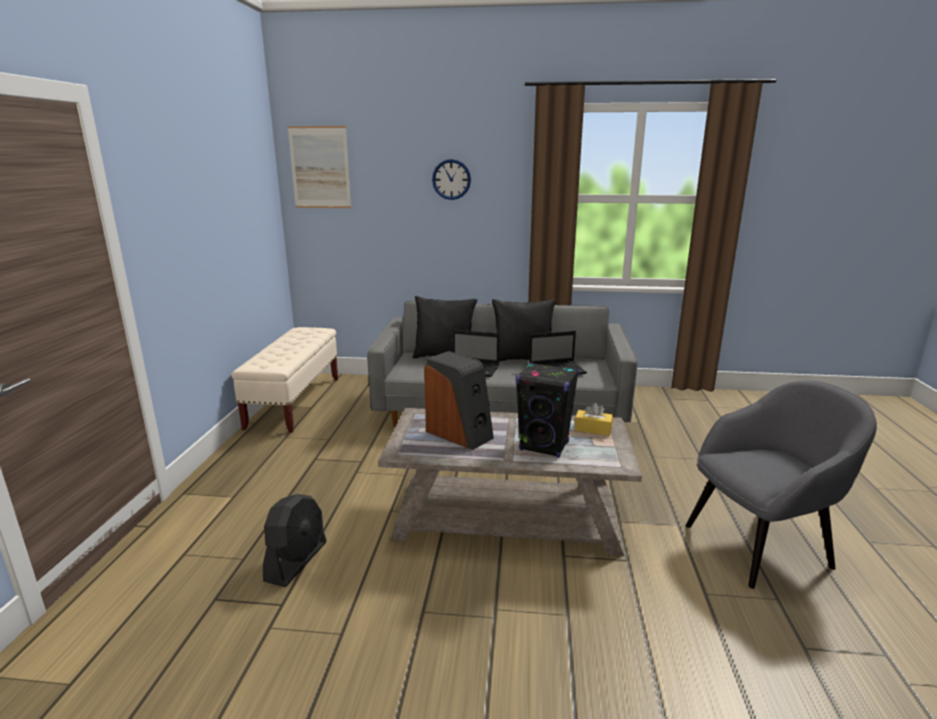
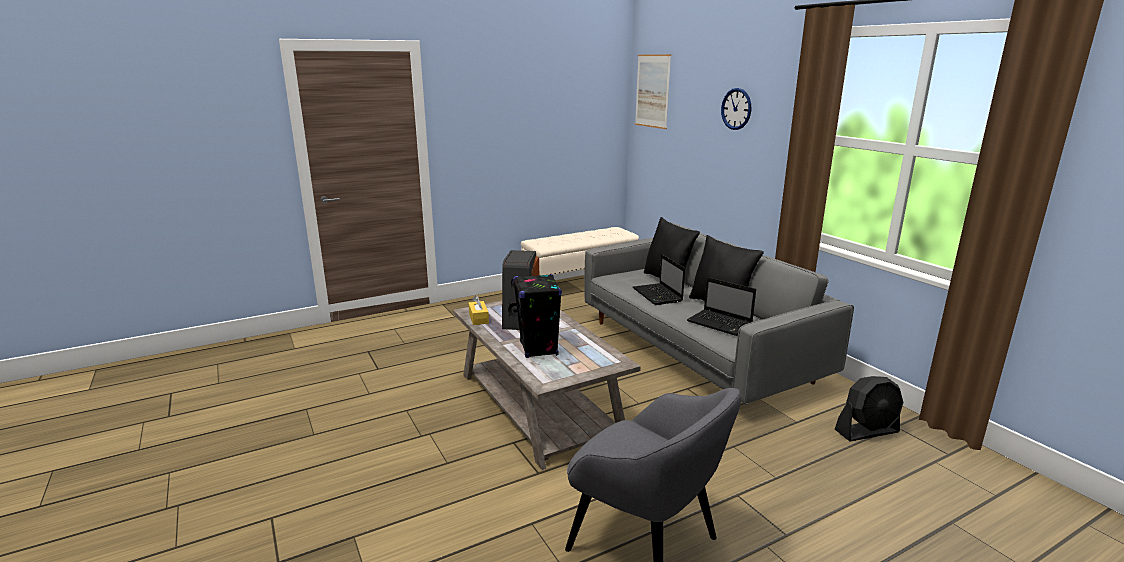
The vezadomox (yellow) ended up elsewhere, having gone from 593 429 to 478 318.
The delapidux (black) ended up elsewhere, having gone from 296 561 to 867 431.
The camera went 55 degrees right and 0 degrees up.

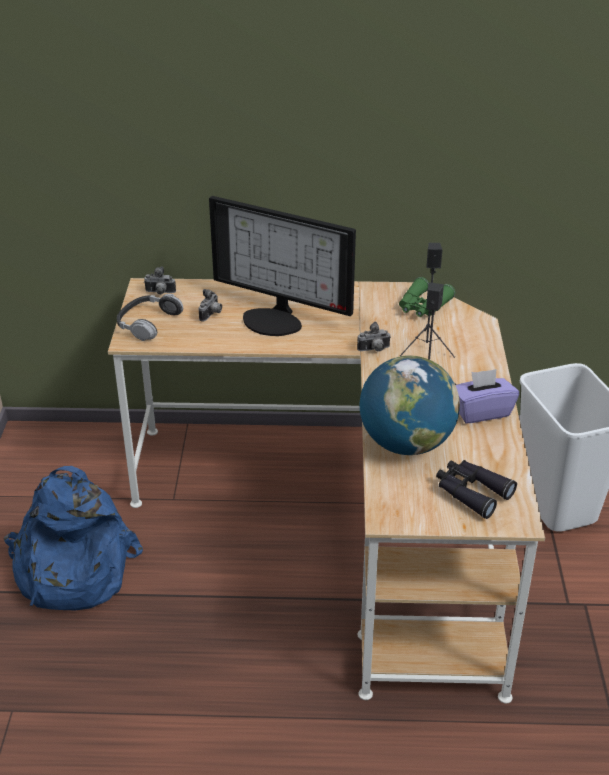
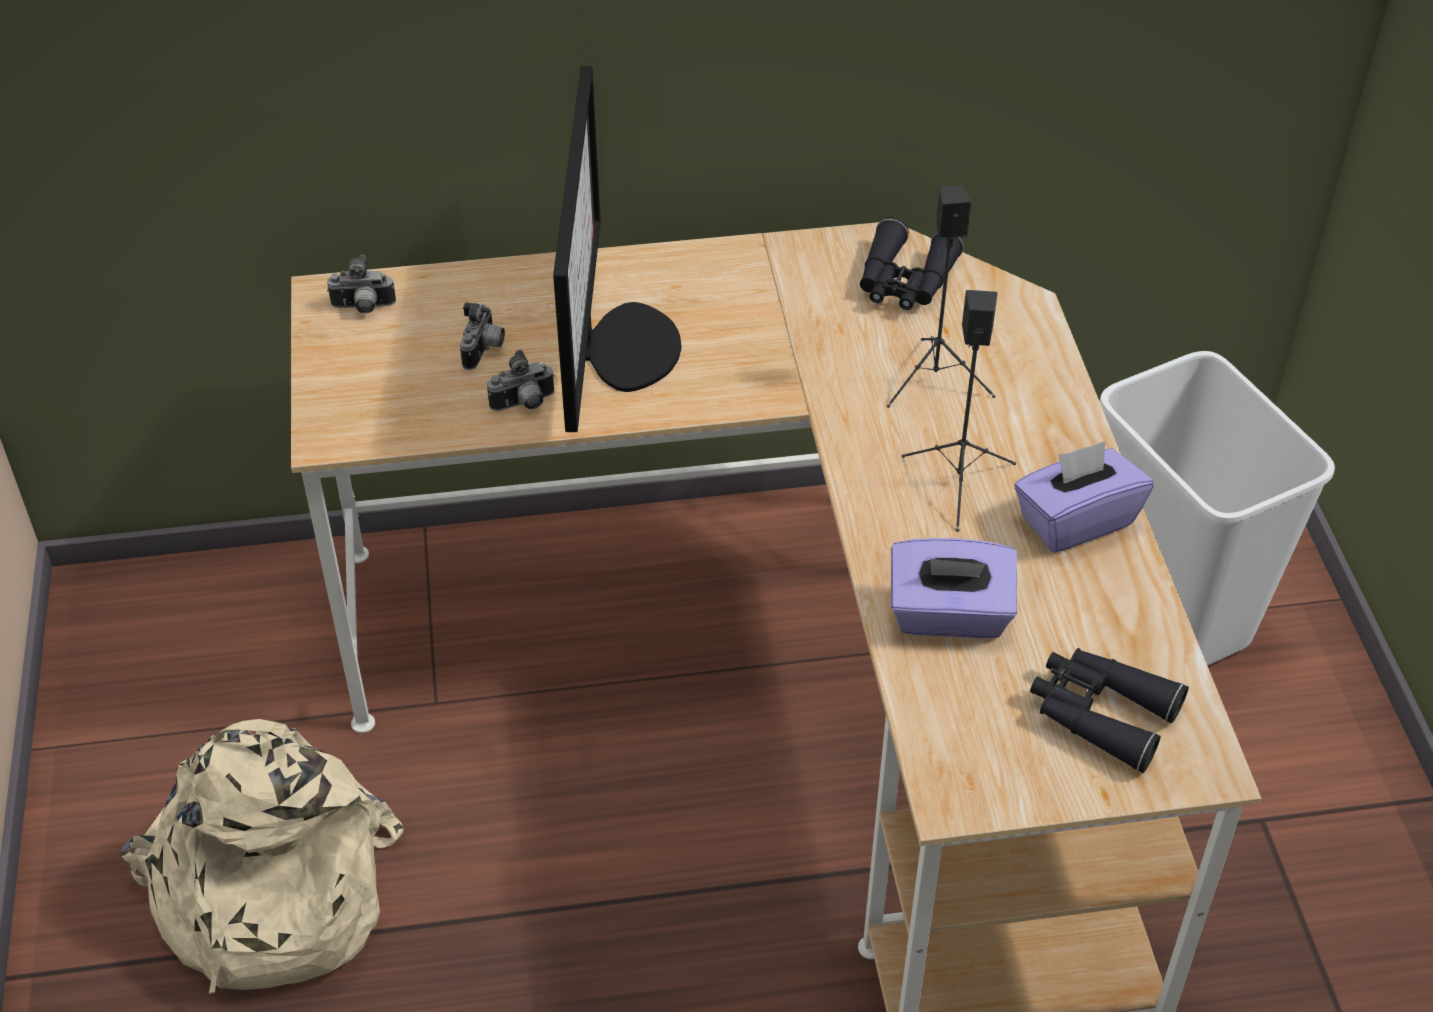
What was the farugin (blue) at 71 570 turned into the farugin (beige) at 268 893.
The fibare ended up elsewhere, having gone from 374 350 to 524 404.
The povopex at 275 319 ended up facing another way, 105 degrees counterclockwise from before.
What was the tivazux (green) at 423 307 turned into the tivazux (black) at 905 281.
Where the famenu stood at 406 444, the vezadomox (purple) came to stand at 949 616.
The second view lost the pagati at 148 323.
The camera went 10 degrees left and 10 degrees up.

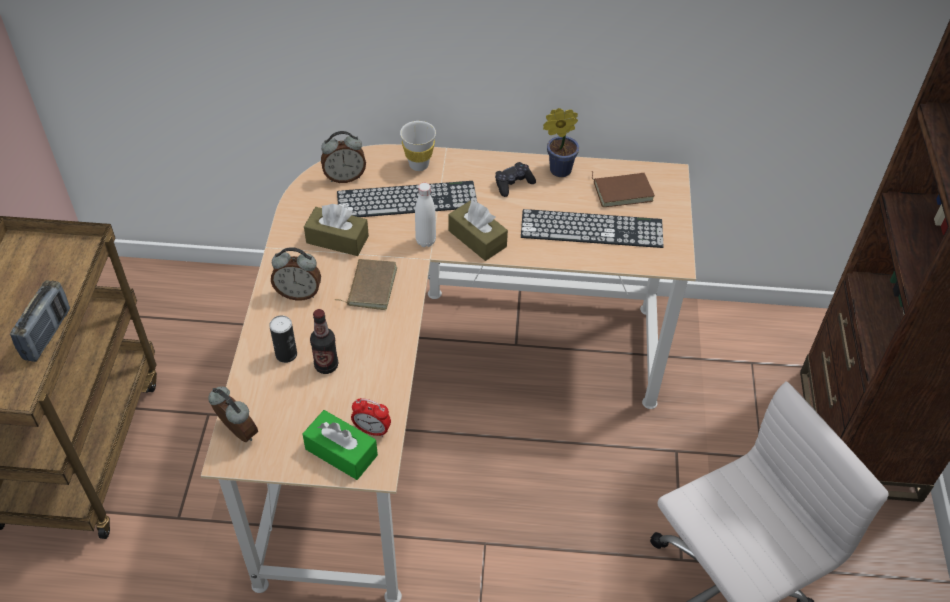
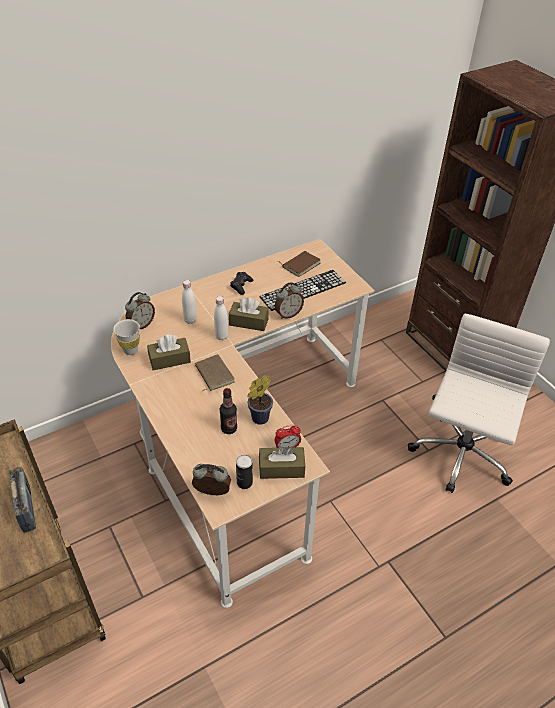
The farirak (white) ended up elsewhere, having gone from 419 165 to 130 350.
Where the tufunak stood at 407 200, the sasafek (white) came to stand at 190 320.
The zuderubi ended up elsewhere, having gone from 286 354 to 244 482.
The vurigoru ended up elsewhere, having gone from 557 170 to 258 419.
What was the vezadomox (green) at 341 452 turned into the vezadomox (brown) at 281 468.
The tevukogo ended up elsewhere, having gone from 299 293 to 288 314.
The camera went 35 degrees left and 5 degrees down.

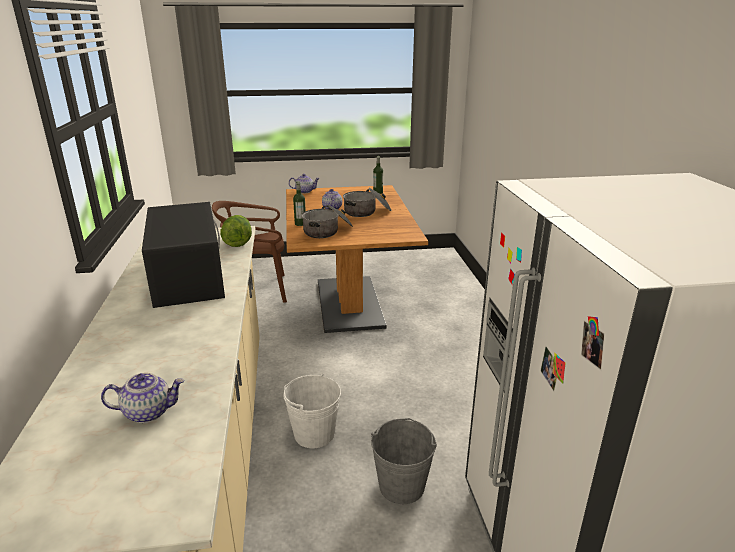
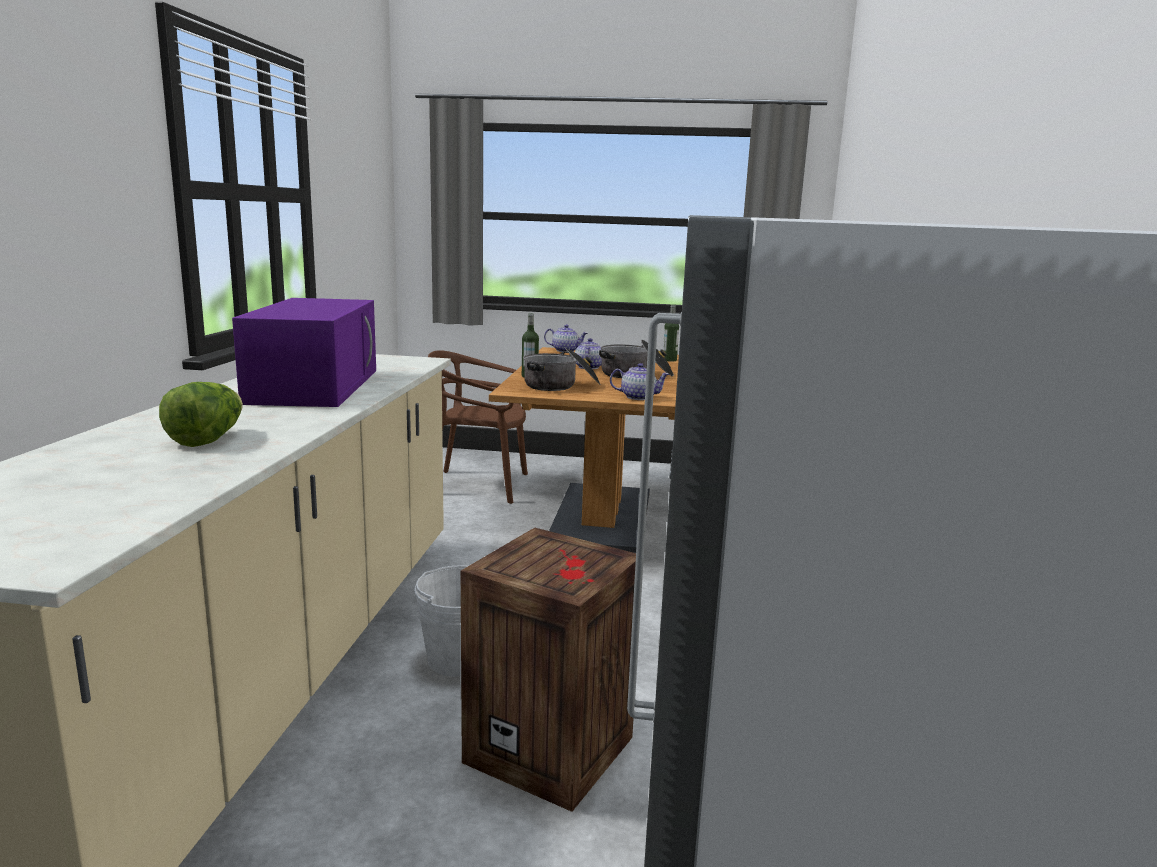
The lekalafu ended up elsewhere, having gone from 238 242 to 207 440.
What was the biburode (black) at 187 274 turned into the biburode (purple) at 314 385.
Where the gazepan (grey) stood at 401 485, the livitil came to stand at 553 749.
The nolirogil ended up elsewhere, having gone from 148 412 to 638 397.
The camera went 15 degrees right and 10 degrees down.

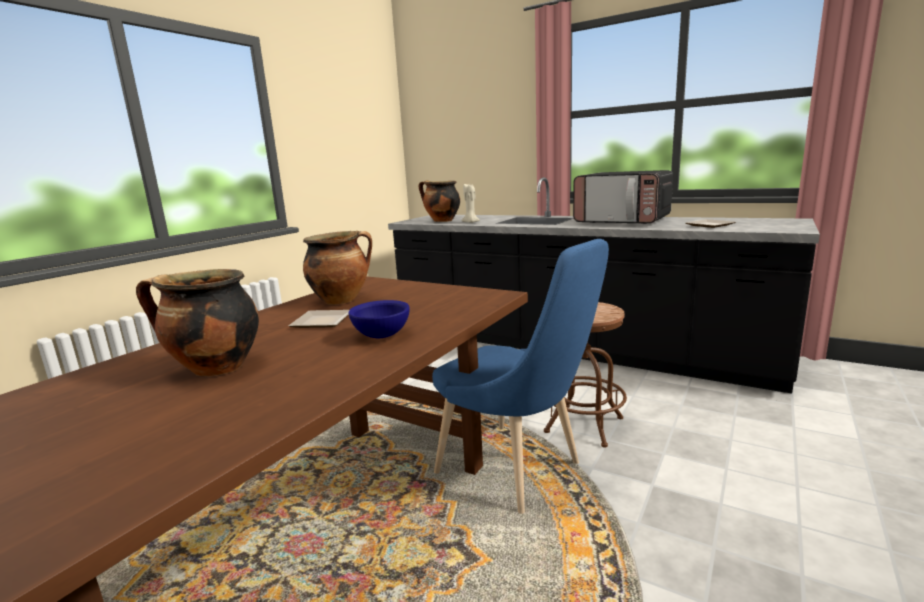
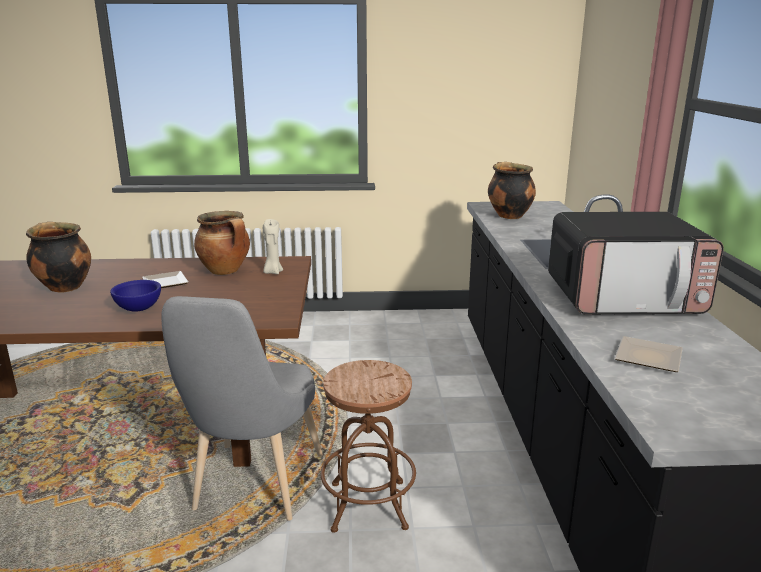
What was the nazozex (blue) at 516 471 turned into the nazozex (grey) at 254 487.
The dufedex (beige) ended up elsewhere, having gone from 470 222 to 273 272.
The biburode at 623 221 ended up facing another way, 90 degrees counterclockwise from before.
The camera went 55 degrees right and 5 degrees up.

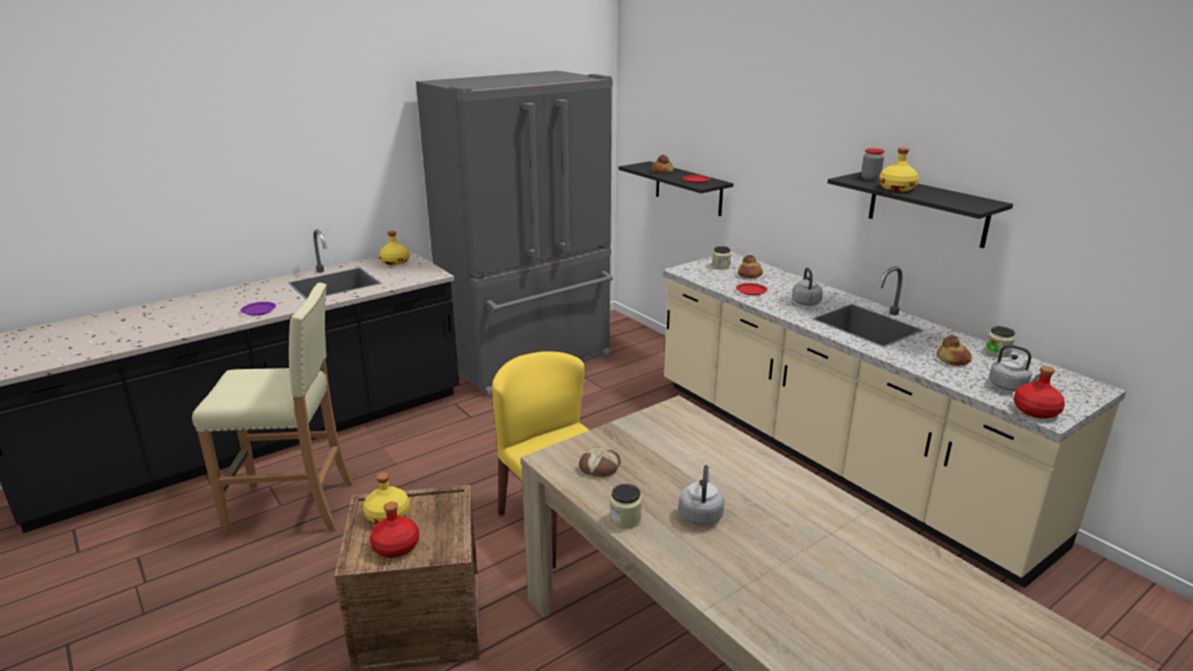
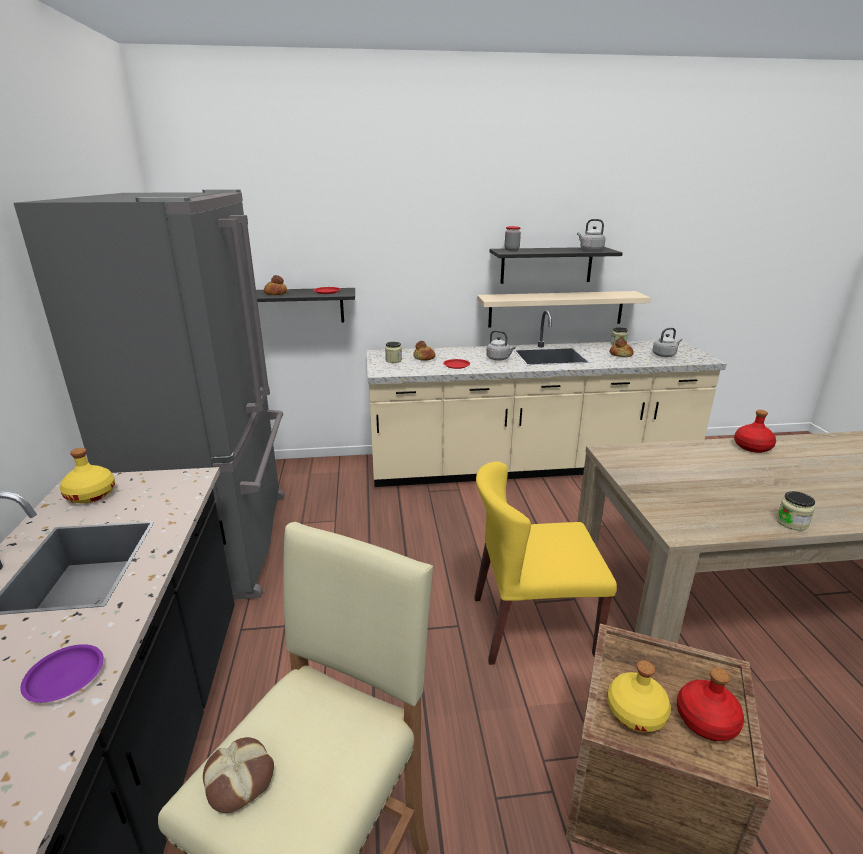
The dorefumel ended up elsewhere, having gone from 600 467 to 240 778.
The second view gained the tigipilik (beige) at 556 309.
The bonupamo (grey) ended up elsewhere, having gone from 700 514 to 590 250.
The sasafek (red) ended up elsewhere, having gone from 1036 410 to 752 447.
The second view lost the sasafek (yellow) at 897 188.
The camera went 60 degrees left and 0 degrees up.

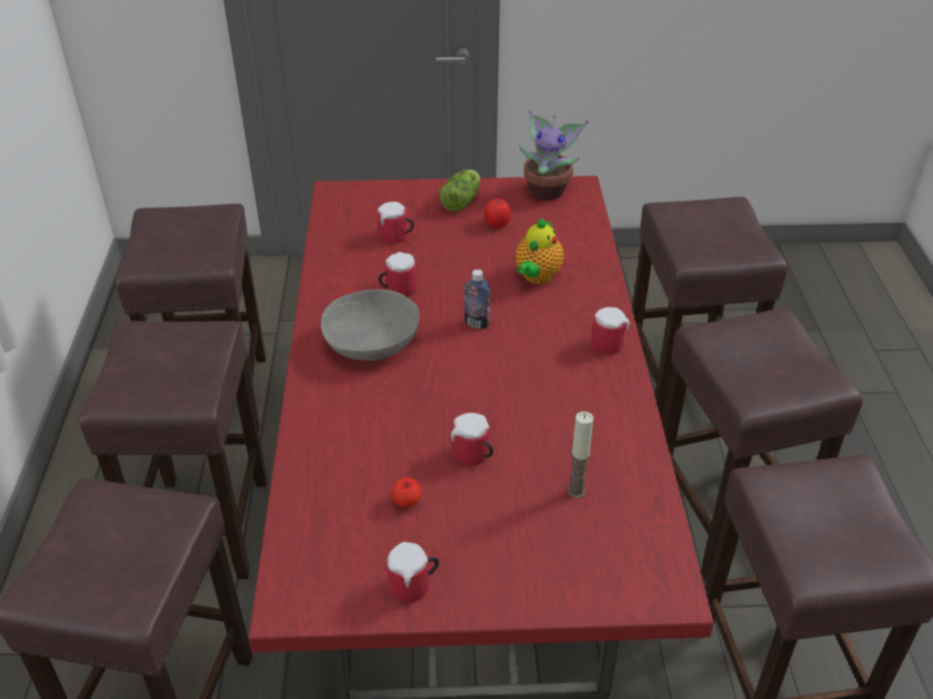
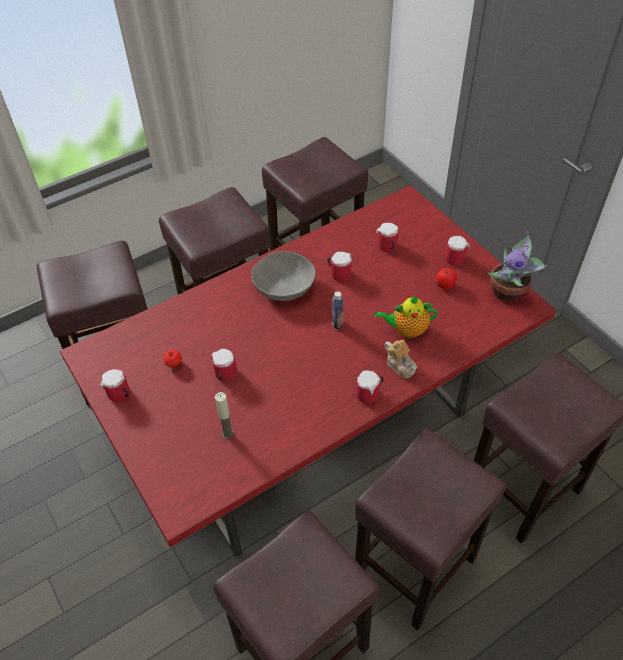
The second view gained the nolirogil at 400 365.
Where the lekalafu stood at 462 200, the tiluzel came to stand at 454 257.
The camera went 60 degrees right and 10 degrees up.

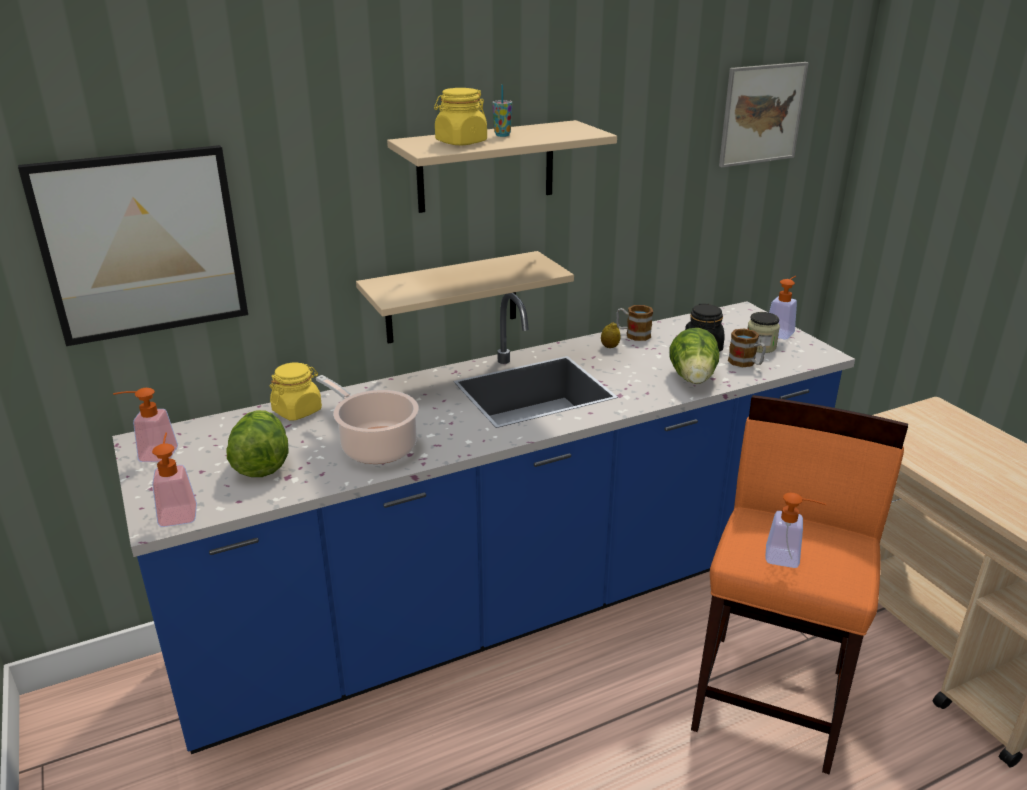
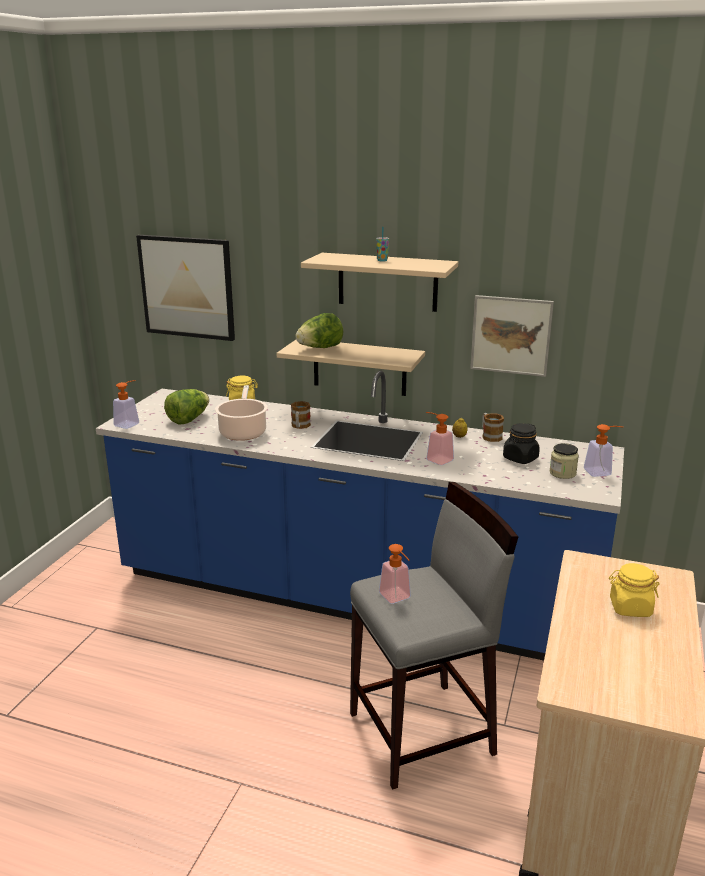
The tiluzel ended up elsewhere, having gone from 746 363 to 300 426.
The lekalafu ended up elsewhere, having gone from 693 379 to 320 348.
What was the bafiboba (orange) at 771 698 turned into the bafiboba (grey) at 423 733.
The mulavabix ended up elsewhere, having gone from 151 455 to 436 459.
The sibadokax ended up elsewhere, having gone from 761 114 to 511 335.
The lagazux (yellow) ended up elsewhere, having gone from 461 142 to 630 608.
The camera went 45 degrees right and 5 degrees down.

